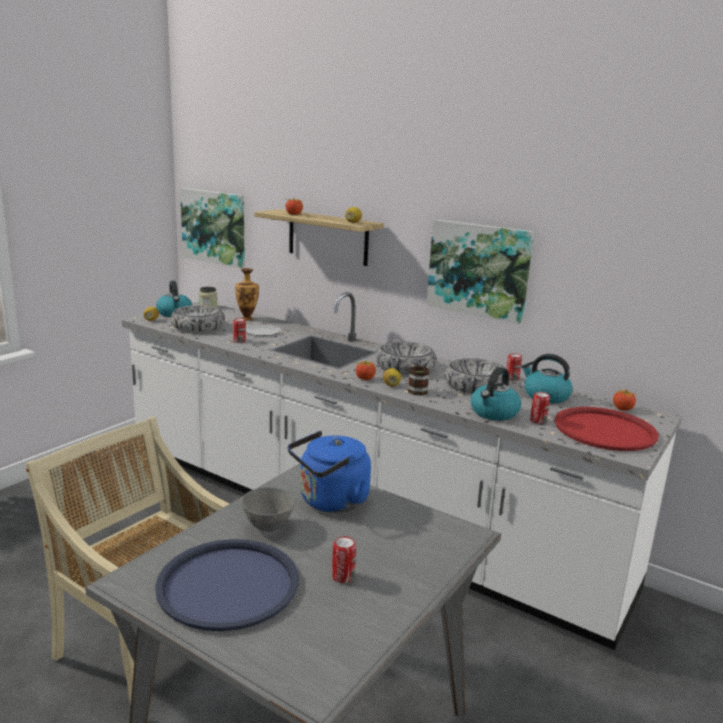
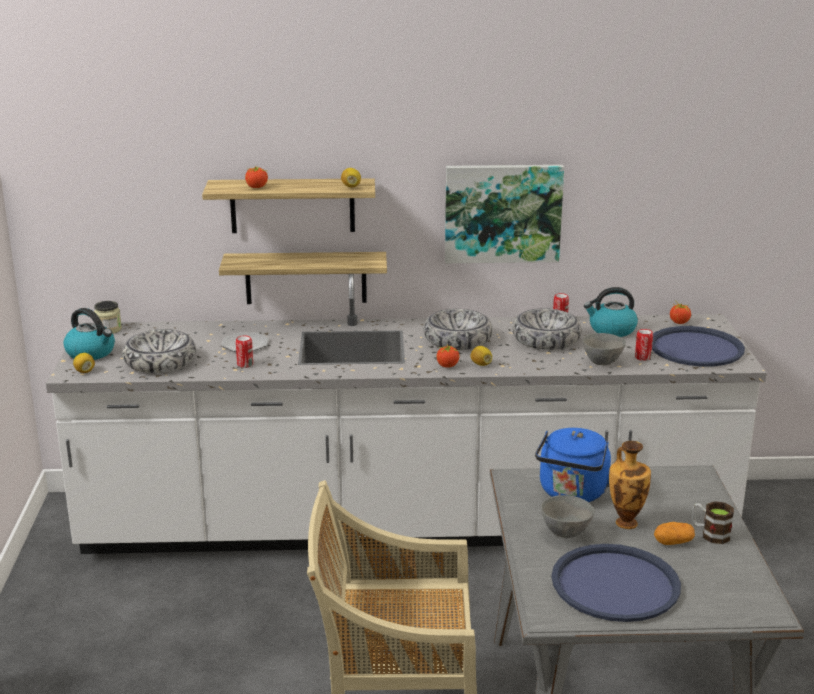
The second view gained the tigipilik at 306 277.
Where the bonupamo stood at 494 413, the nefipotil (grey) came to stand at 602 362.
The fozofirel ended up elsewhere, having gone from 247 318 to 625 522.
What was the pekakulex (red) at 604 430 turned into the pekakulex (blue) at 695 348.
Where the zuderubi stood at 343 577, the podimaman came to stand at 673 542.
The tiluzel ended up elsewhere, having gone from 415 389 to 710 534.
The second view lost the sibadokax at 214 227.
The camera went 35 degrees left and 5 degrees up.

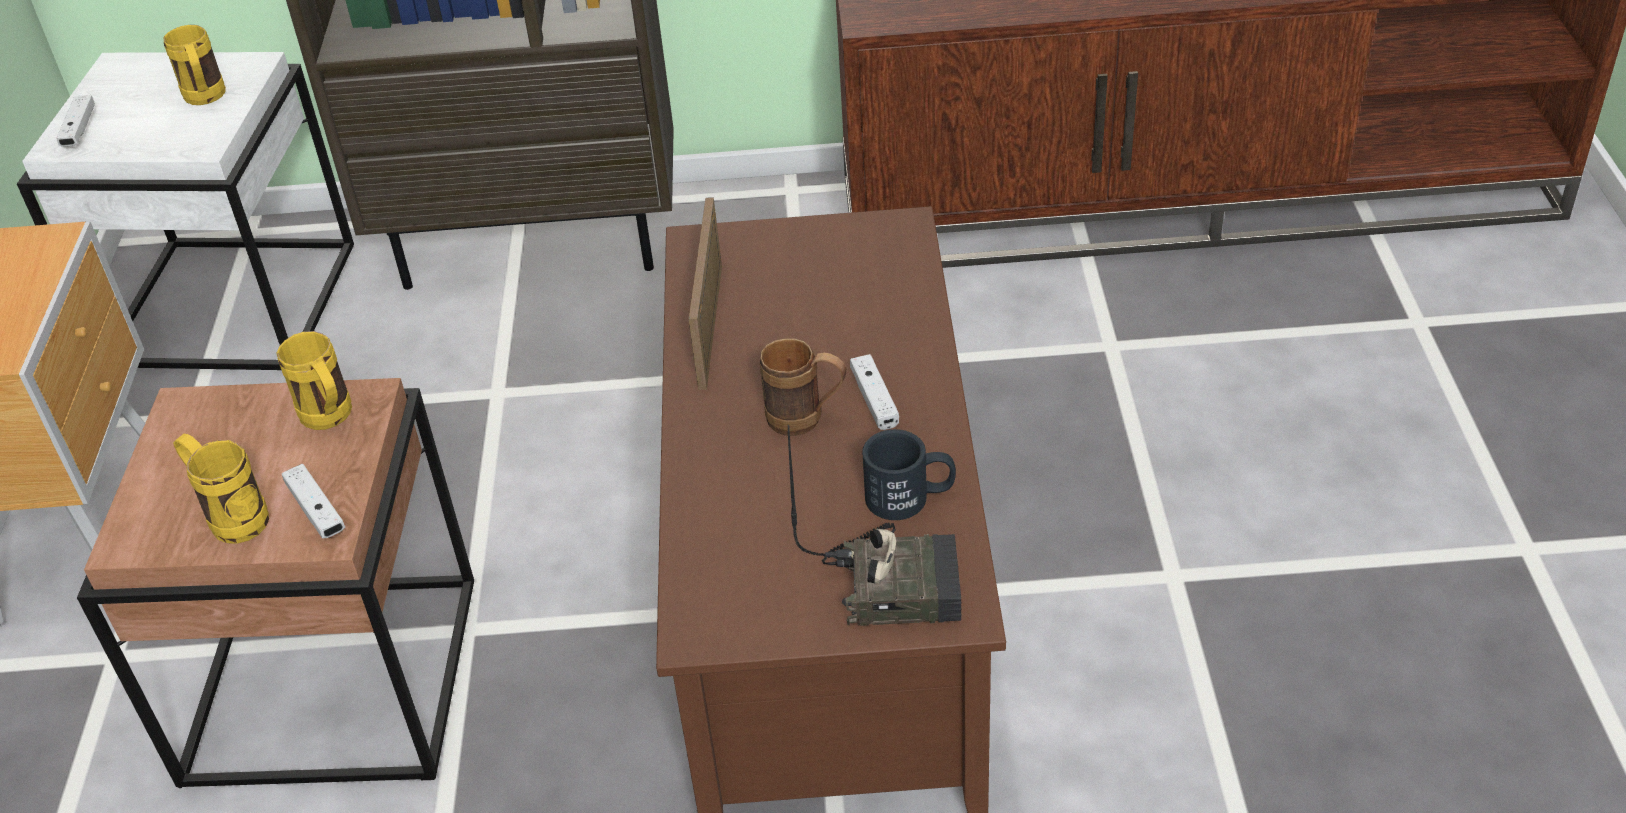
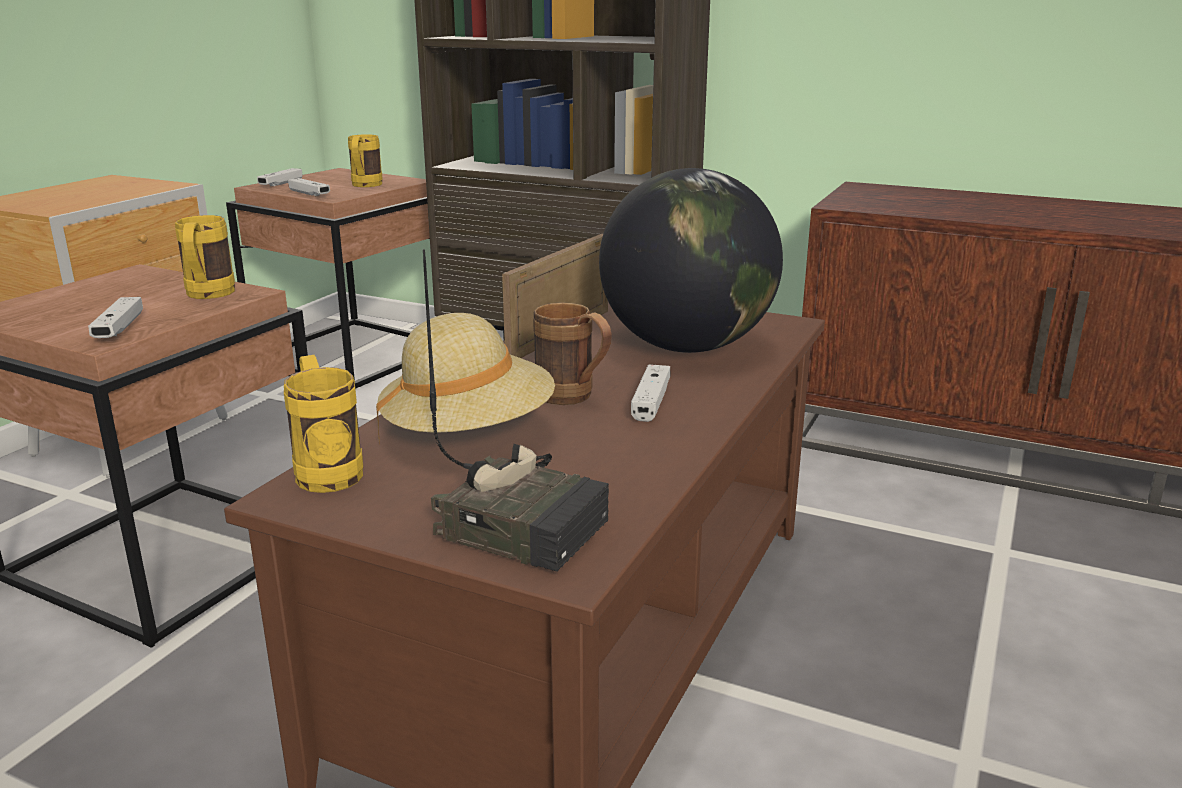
What was the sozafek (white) at 235 304 turned into the sozafek (brown) at 356 354.
The tiluzel (yellow) ended up elsewhere, having gone from 231 516 to 326 469.
The second view gained the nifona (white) at 309 194.
The second view gained the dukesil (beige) at 468 432.
The second view gained the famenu at 687 347.
The second view lost the tiluzel (black) at 910 497.
The camera went 25 degrees right and 20 degrees down.

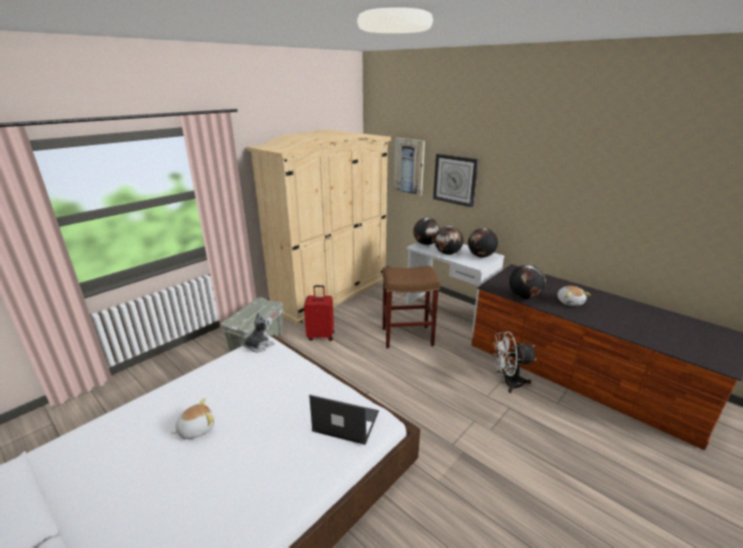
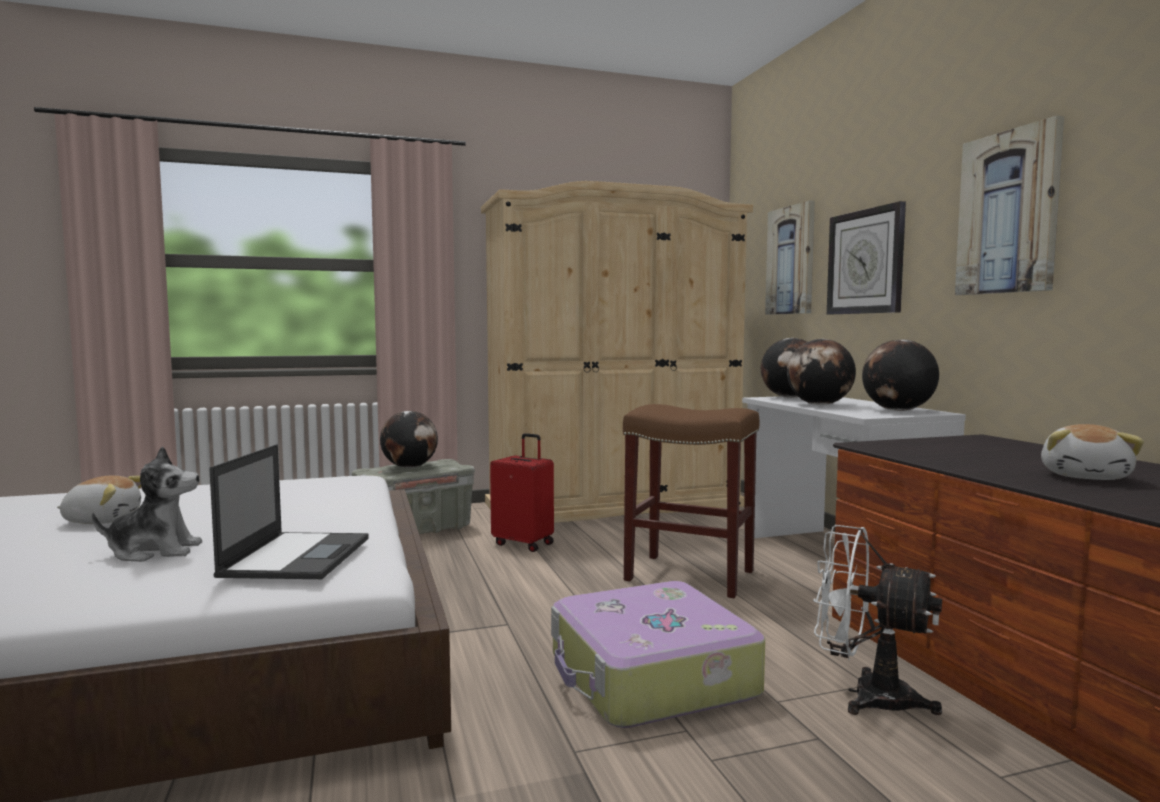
The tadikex ended up elsewhere, having gone from 259 345 to 154 551.
The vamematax at 345 421 ended up facing another way, 45 degrees clockwise from before.
The famenu ended up elsewhere, having gone from 524 296 to 410 467.
The second view gained the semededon at 650 677.
The second view gained the sibadokax at 1008 213.
The camera went 30 degrees right and 20 degrees down.

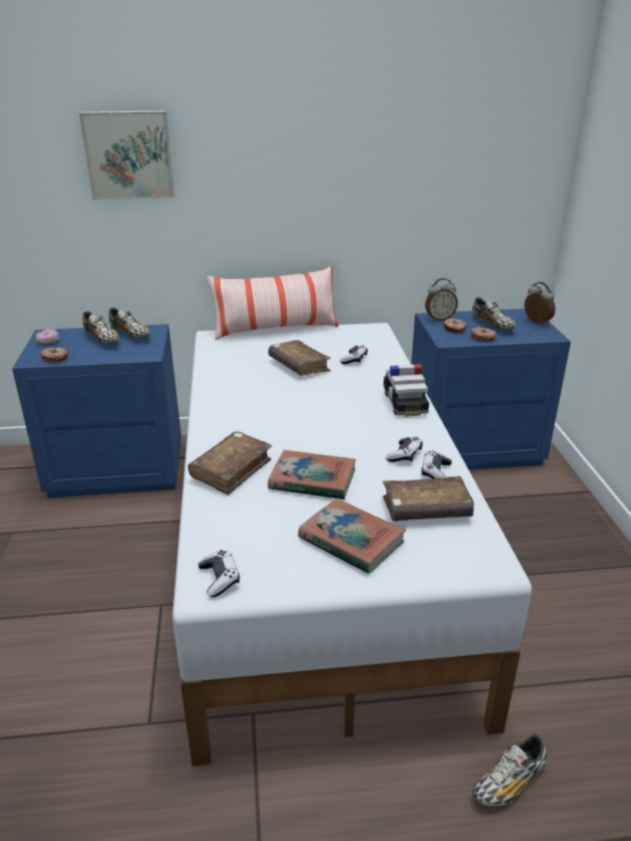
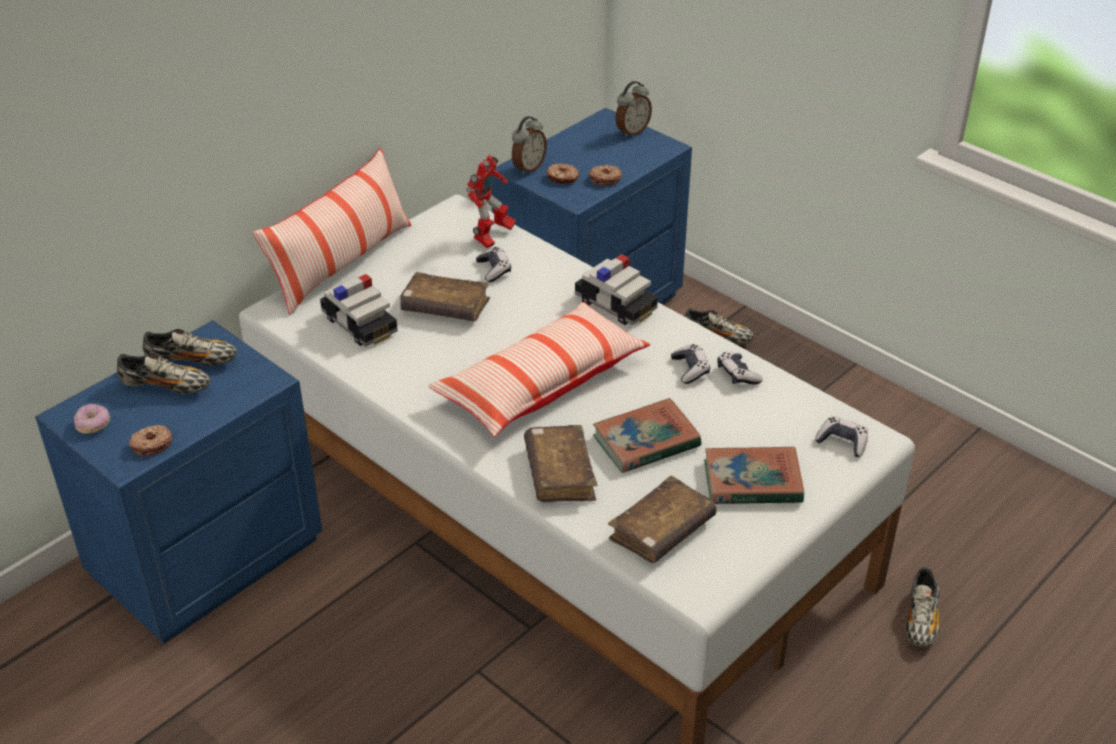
The second view gained the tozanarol at 359 324.
The second view gained the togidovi at 541 384.
The second view gained the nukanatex at 492 237.
The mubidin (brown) ended up elsewhere, having gone from 426 509 to 662 530.
The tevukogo at 536 322 ended up facing another way, 120 degrees clockwise from before.
The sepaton ended up elsewhere, having gone from 493 325 to 717 336.
The nifona ended up elsewhere, having gone from 219 579 to 842 442.
The second view lost the sibadokax at 129 155.
The camera went 40 degrees left and 10 degrees up.

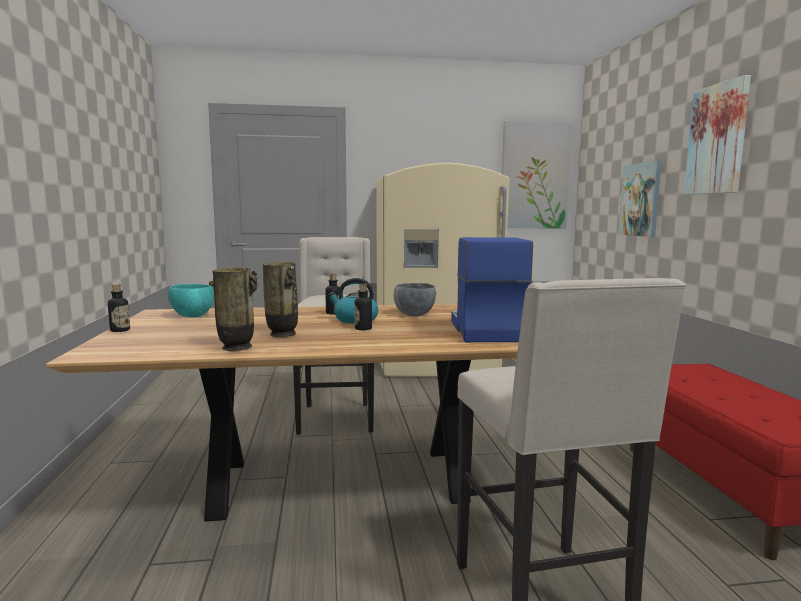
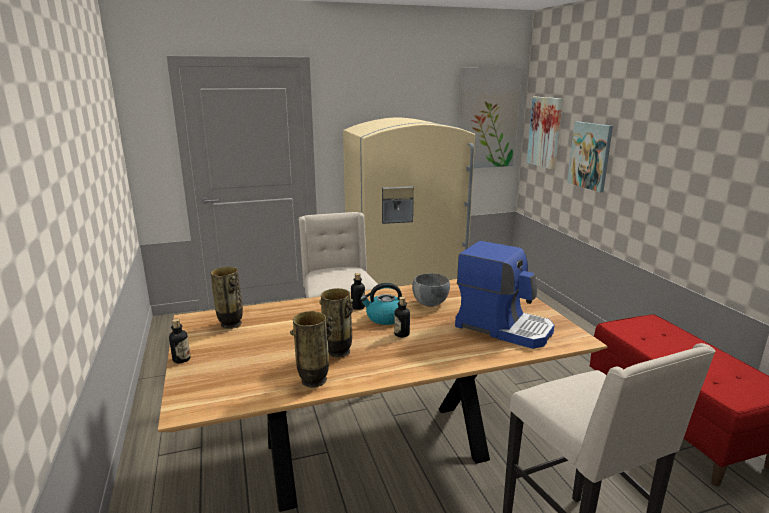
Where the nefipotil (turquoise) stood at 192 316, the fozofirel came to stand at 231 324.
The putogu at 484 330 ended up facing another way, 135 degrees clockwise from before.
The sibadokax ended up elsewhere, having gone from 717 139 to 545 132.
The camera went 10 degrees left and 10 degrees up.

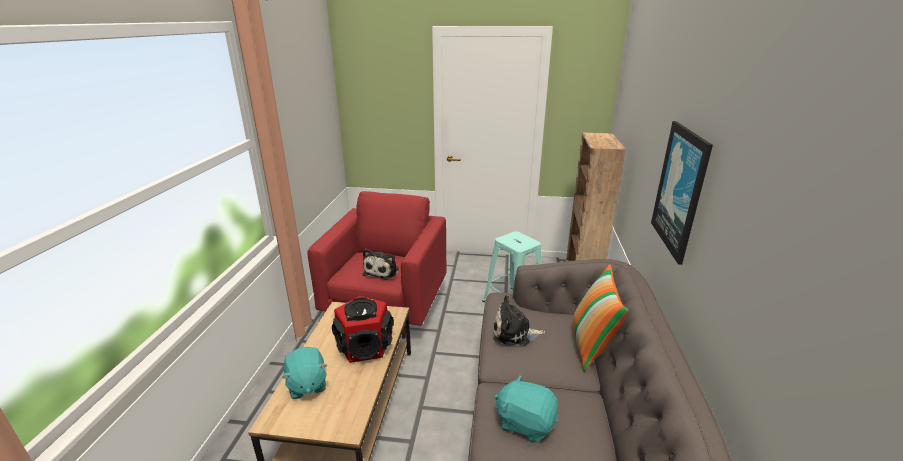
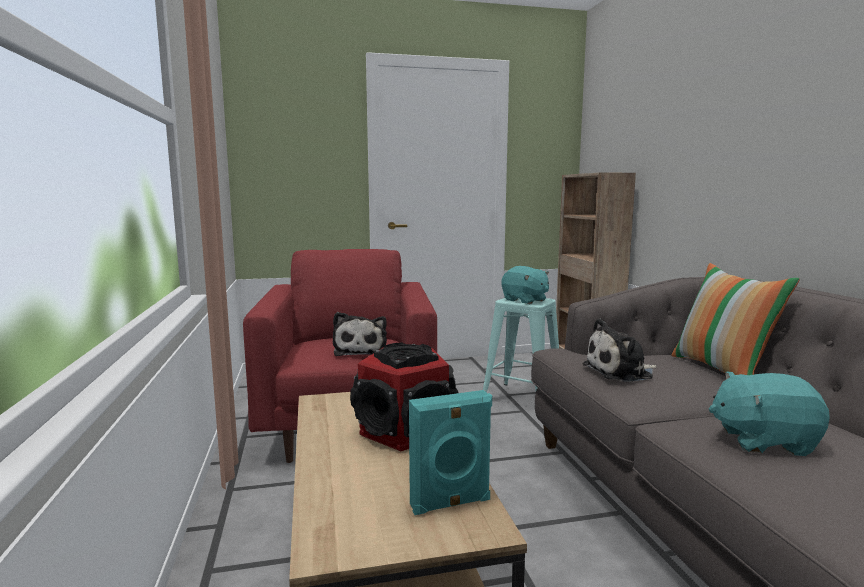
The second view gained the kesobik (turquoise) at 451 504.
The tadikex (turquoise) ended up elsewhere, having gone from 306 385 to 525 300.
The second view lost the sibadokax at 680 190.
The camera went 20 degrees left and 15 degrees down.

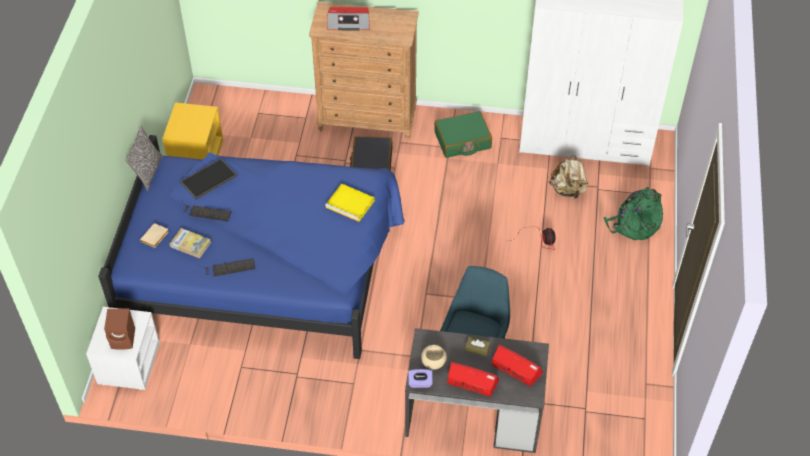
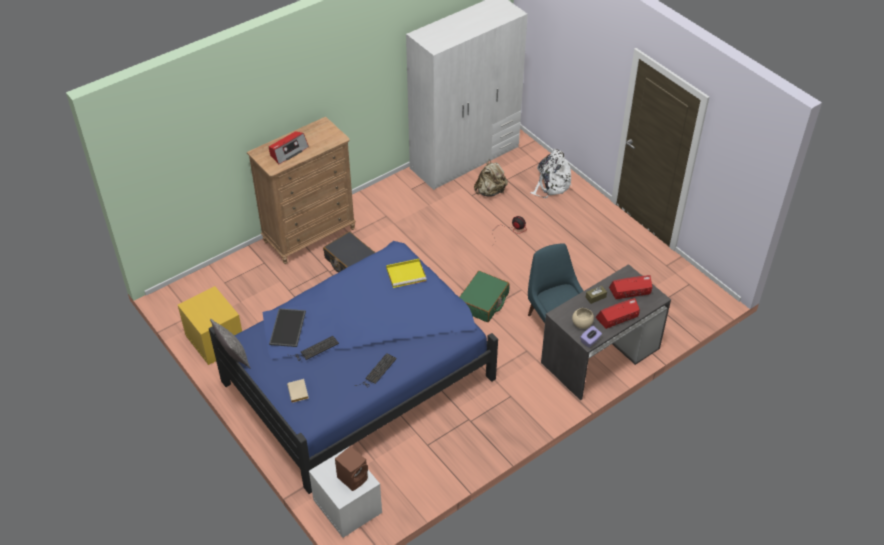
The semededon (green) ended up elsewhere, having gone from 462 141 to 483 302.
What was the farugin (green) at 634 224 turned into the farugin (white) at 551 185.
The second view lost the mubidin at 190 244.
The camera went 45 degrees left and 5 degrees down.

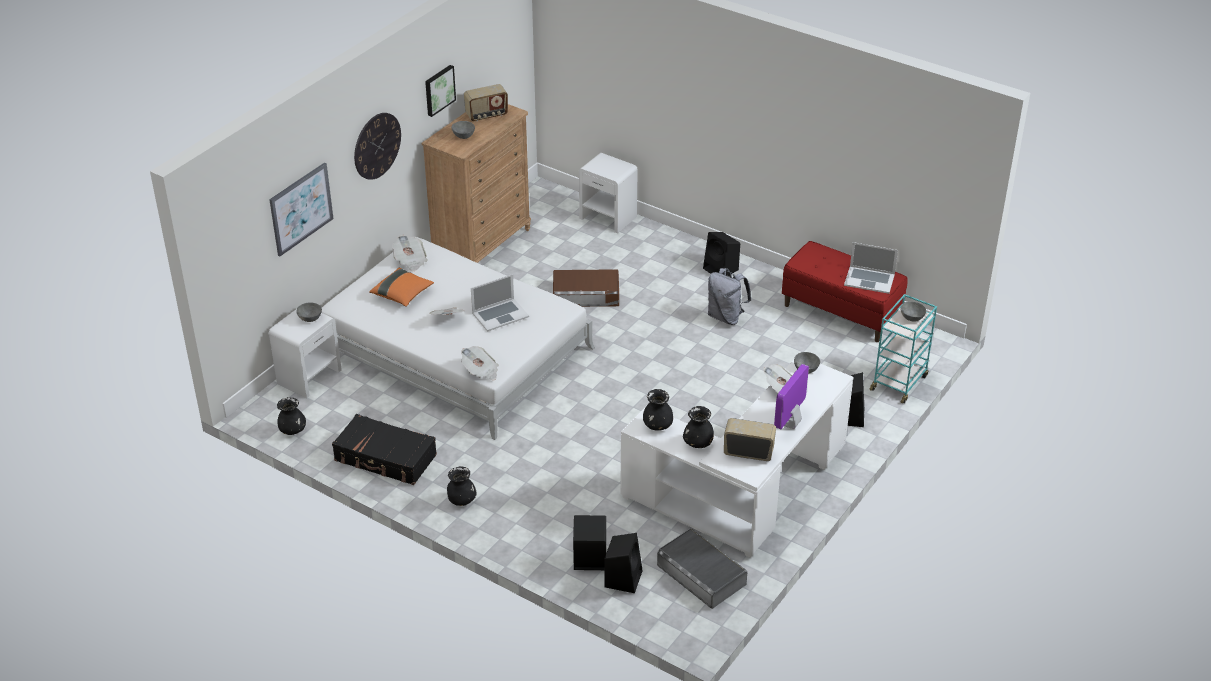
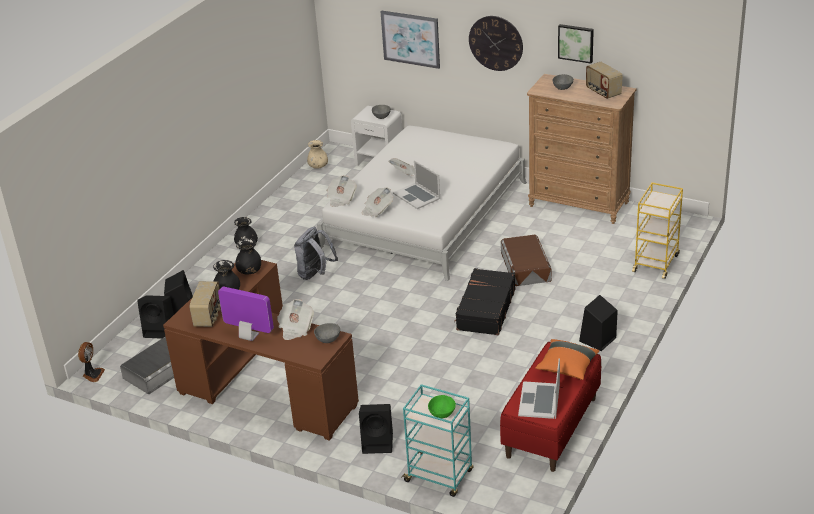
The second view gained the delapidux at 92 374.
What was the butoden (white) at 745 493 turned into the butoden (brown) at 261 384.
The farugin (grey) ended up elsewhere, having gone from 726 317 to 315 274.
What was the fozofirel (black) at 292 430 turned into the fozofirel (beige) at 318 167.
The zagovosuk ended up elsewhere, having gone from 410 261 to 377 210.
What was the nefipotil (grey) at 911 317 turned into the nefipotil (green) at 442 414.
The semededon (black) ended up elsewhere, having gone from 385 458 to 485 309.
The togidovi (orange) ended up elsewhere, having gone from 402 295 to 567 367.
Where the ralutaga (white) stood at 608 217, the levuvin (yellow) came to stand at 656 263.
The camera went 85 degrees right and 5 degrees down.

